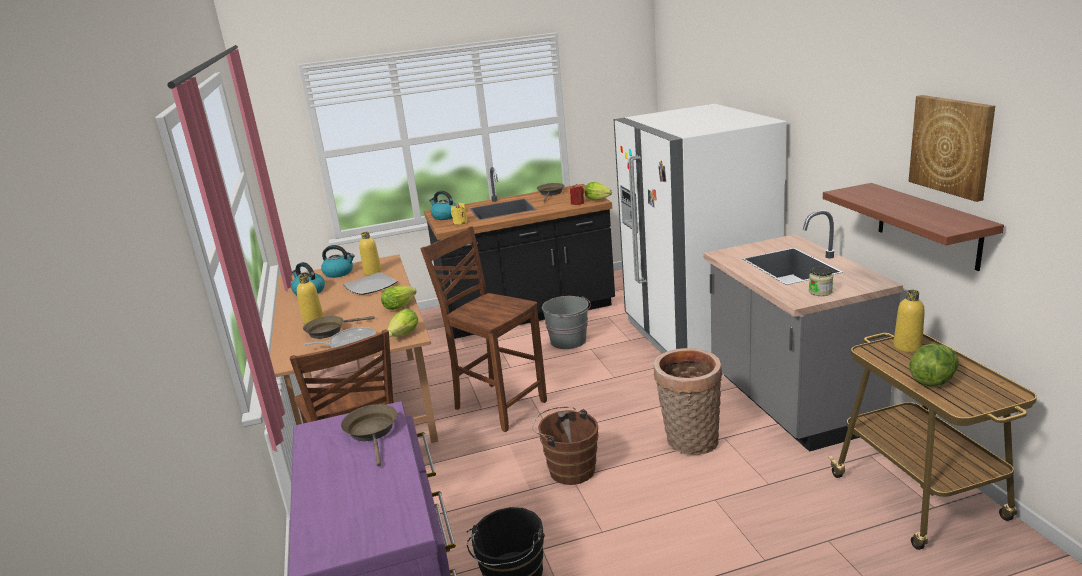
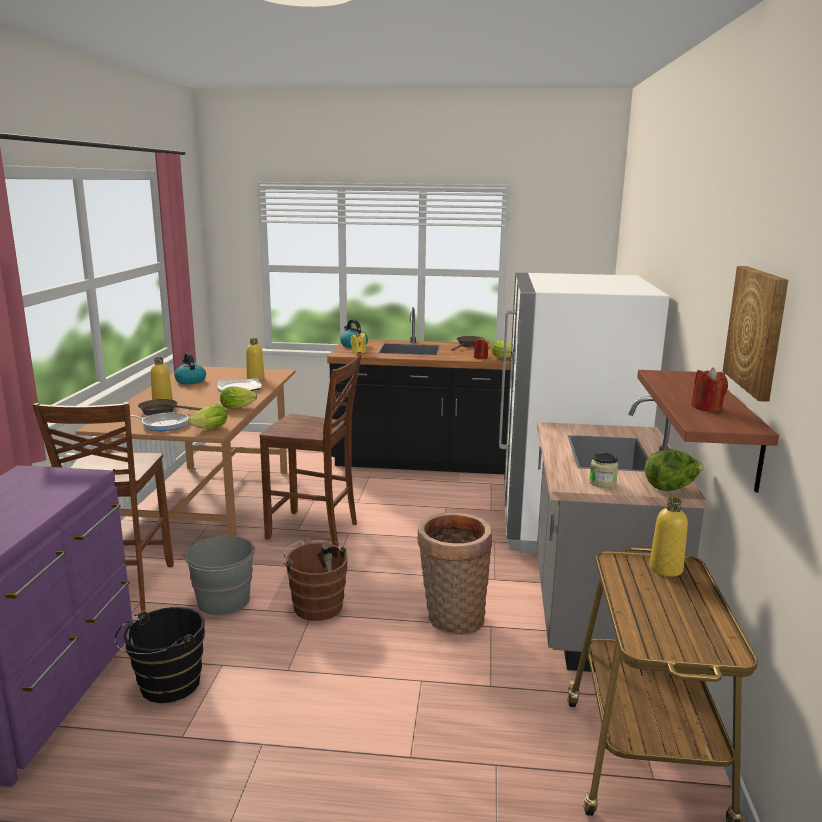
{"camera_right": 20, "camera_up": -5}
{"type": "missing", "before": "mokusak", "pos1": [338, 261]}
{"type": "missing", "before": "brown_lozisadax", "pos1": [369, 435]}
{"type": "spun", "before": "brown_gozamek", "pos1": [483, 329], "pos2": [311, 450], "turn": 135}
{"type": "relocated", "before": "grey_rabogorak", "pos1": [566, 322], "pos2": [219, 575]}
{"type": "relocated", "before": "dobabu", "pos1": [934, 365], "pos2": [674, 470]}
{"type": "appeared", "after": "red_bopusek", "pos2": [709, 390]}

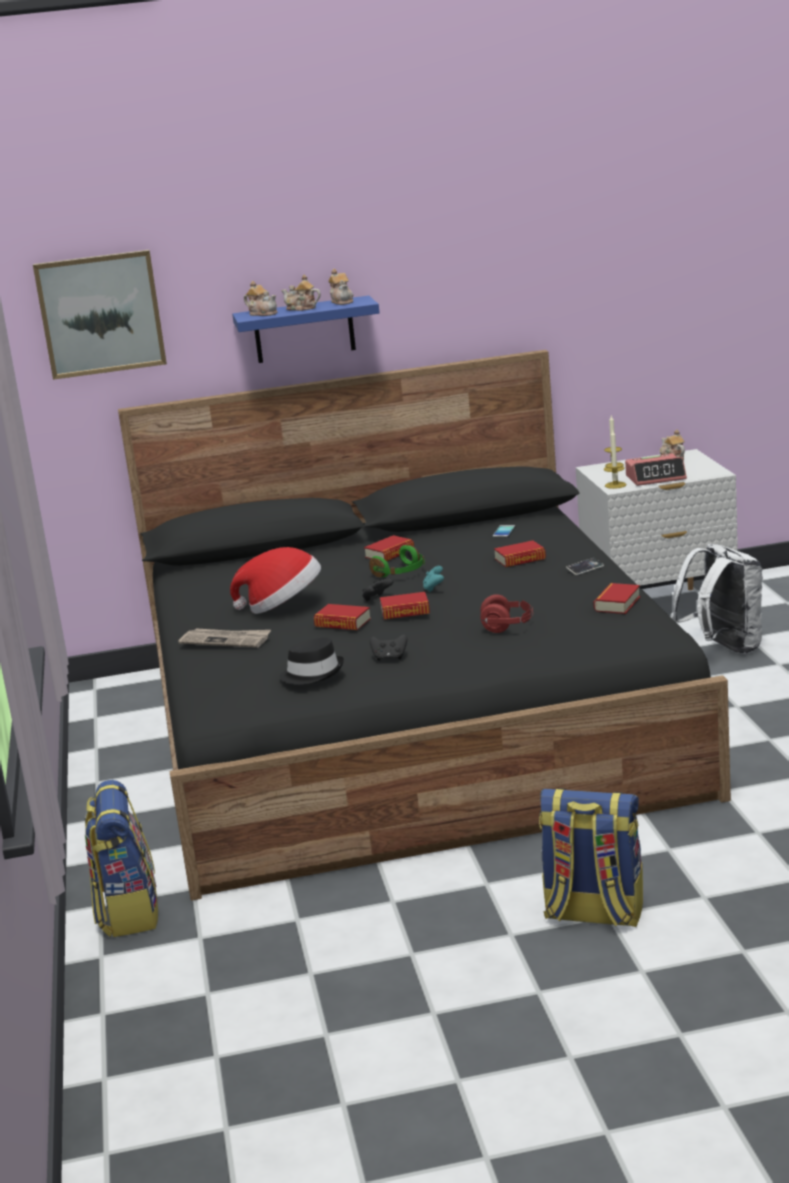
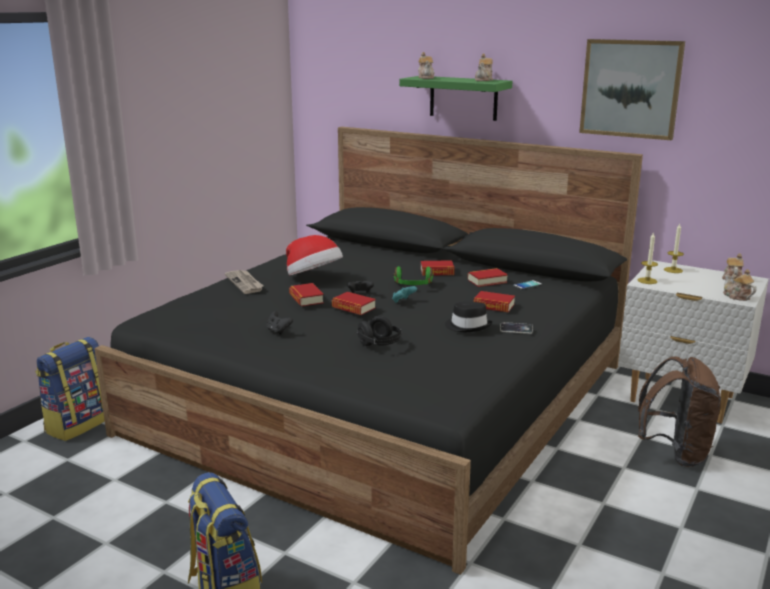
{"camera_right": 40, "camera_up": 0}
{"type": "relocated", "before": "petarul", "pos1": [100, 315], "pos2": [632, 89]}
{"type": "colour", "before": "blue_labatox", "after": "green_labatox", "pos1": [306, 329], "pos2": [455, 98]}
{"type": "relocated", "before": "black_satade", "pos1": [312, 661], "pos2": [468, 316]}
{"type": "relocated", "before": "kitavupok", "pos1": [301, 292], "pos2": [740, 285]}
{"type": "colour", "before": "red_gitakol", "after": "black_gitakol", "pos1": [506, 613], "pos2": [379, 331]}
{"type": "relocated", "before": "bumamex", "pos1": [617, 598], "pos2": [488, 277]}
{"type": "missing", "before": "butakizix", "pos1": [656, 469]}
{"type": "colour", "before": "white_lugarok", "after": "brown_lugarok", "pos1": [717, 599], "pos2": [679, 411]}

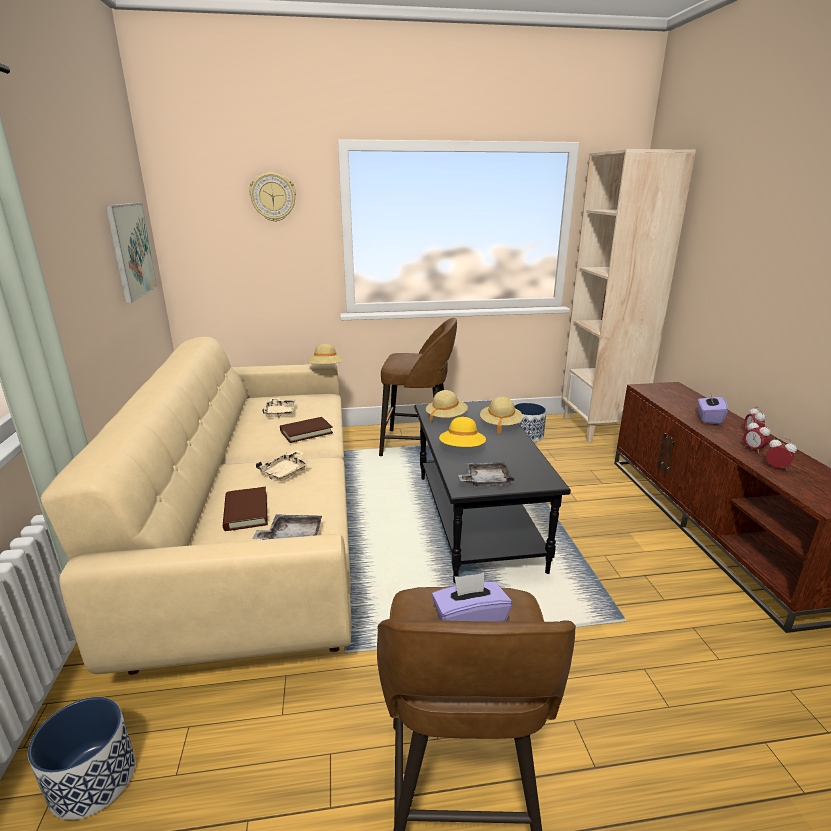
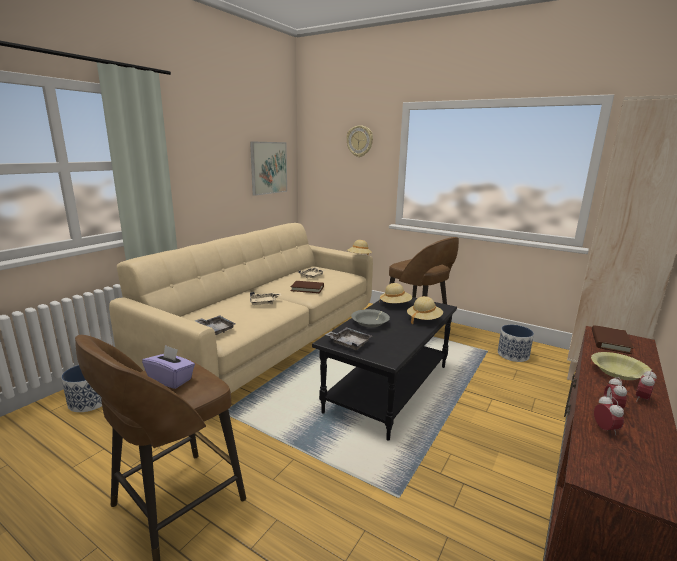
{"camera_right": 40, "camera_up": -5}
{"type": "relocated", "before": "brown_bumamex", "pos1": [245, 509], "pos2": [612, 339]}
{"type": "exchanged", "before": "yellow_satade", "after": "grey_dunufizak", "pos1": [462, 432], "pos2": [370, 318]}
{"type": "exchanged", "before": "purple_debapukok", "after": "yellow_dunufizak", "pos1": [713, 408], "pos2": [621, 366]}

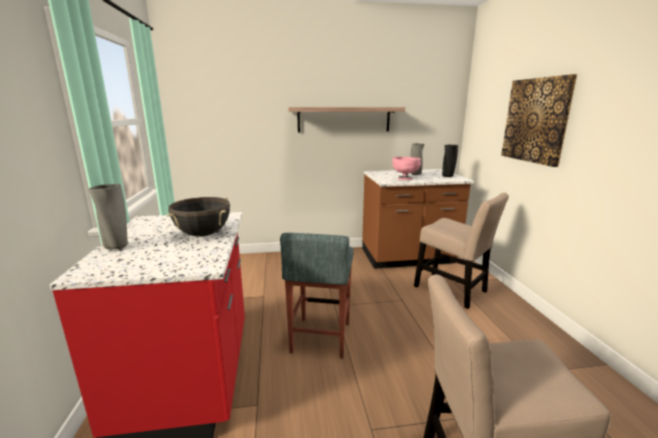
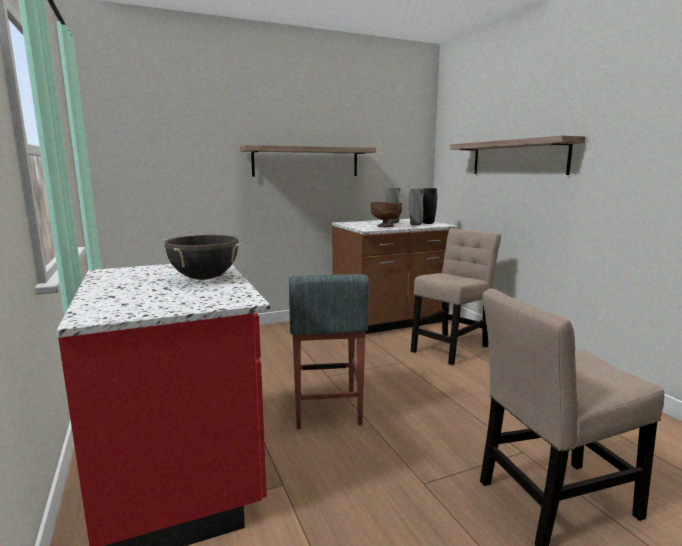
{"camera_right": -15, "camera_up": -5}
{"type": "relocated", "before": "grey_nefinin", "pos1": [108, 216], "pos2": [416, 207]}
{"type": "colour", "before": "pink_dunufizak", "after": "brown_dunufizak", "pos1": [406, 168], "pos2": [386, 214]}
{"type": "spun", "before": "beige_gozamek", "pos1": [461, 251], "pos2": [456, 297], "turn": -75}
{"type": "exchanged", "before": "petarul", "after": "labatox", "pos1": [539, 120], "pos2": [517, 155]}

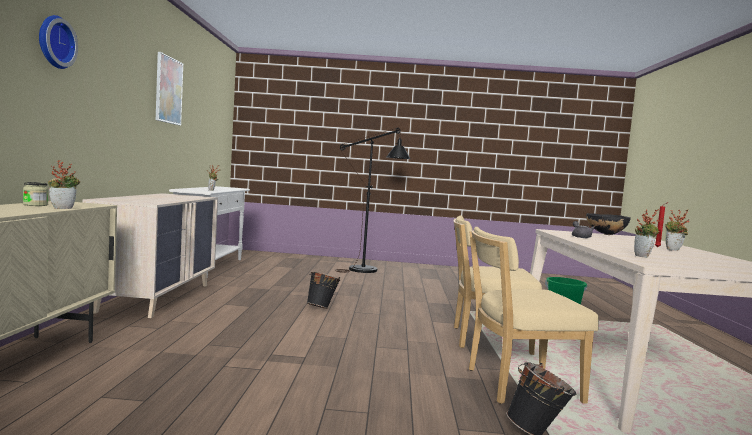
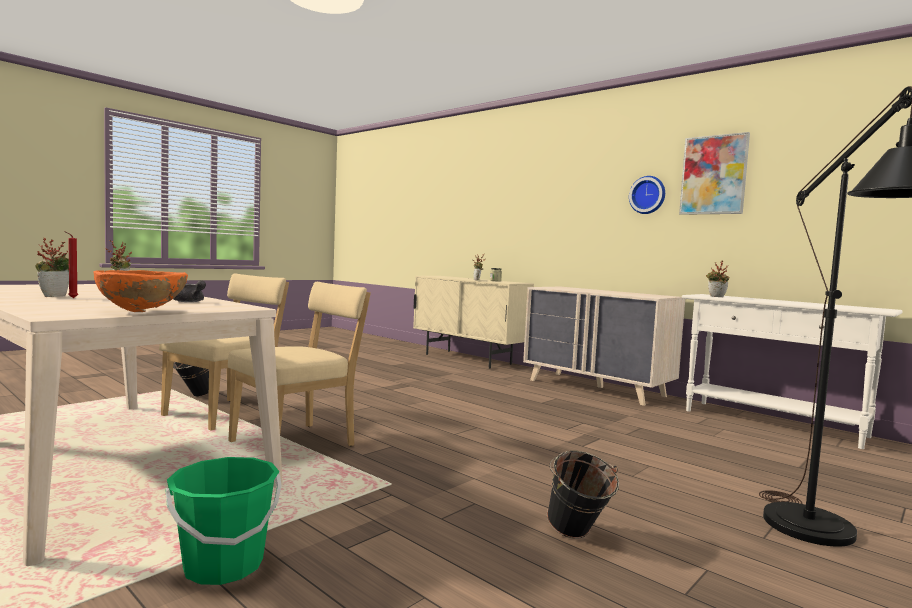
{"camera_right": 130, "camera_up": 0}
{"type": "relocated", "before": "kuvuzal", "pos1": [58, 42], "pos2": [647, 195]}
{"type": "relocated", "before": "black_rabogorak", "pos1": [323, 290], "pos2": [583, 495]}
{"type": "colour", "before": "black_dunufizak", "after": "orange_dunufizak", "pos1": [608, 224], "pos2": [140, 291]}

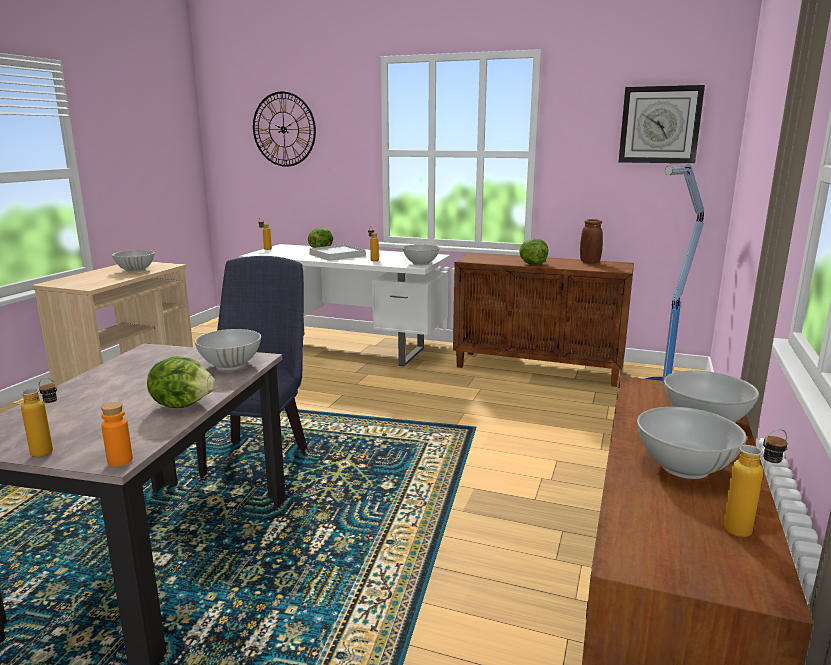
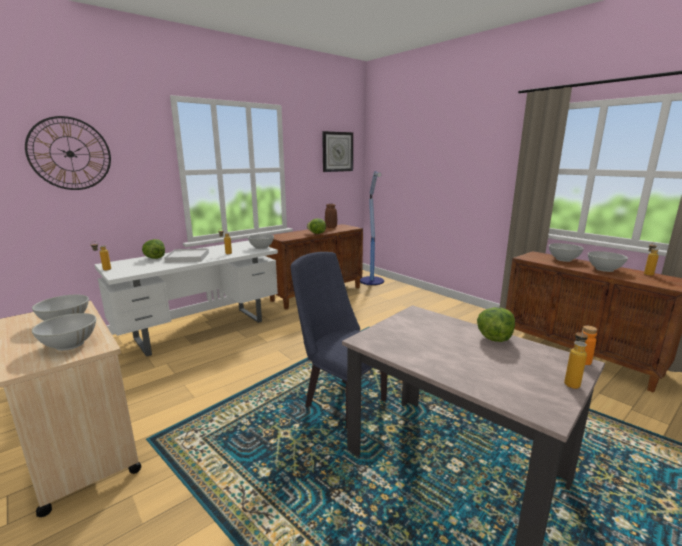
{"camera_right": -60, "camera_up": 0}
{"type": "relocated", "before": "white_dunufizak", "pos1": [228, 349], "pos2": [64, 332]}

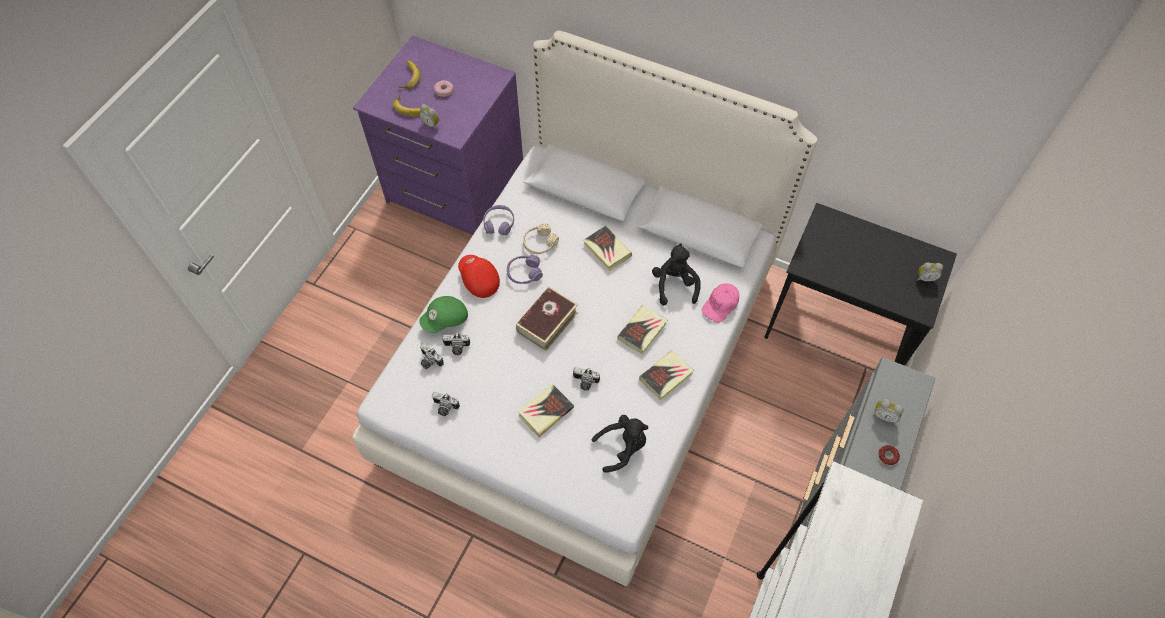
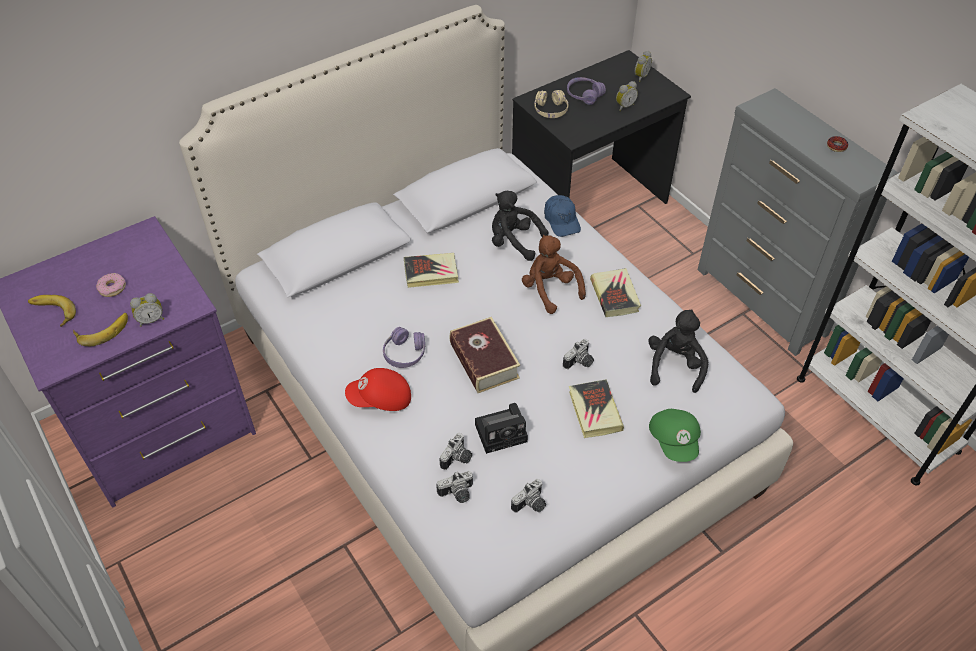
{"camera_right": -60, "camera_up": -10}
{"type": "relocated", "before": "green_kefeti", "pos1": [443, 314], "pos2": [675, 435]}
{"type": "relocated", "before": "purple_gitakol", "pos1": [498, 220], "pos2": [586, 91]}
{"type": "relocated", "before": "beige_gitakol", "pos1": [541, 238], "pos2": [551, 104]}
{"type": "exchanged", "before": "bumamex", "after": "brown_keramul", "pos1": [642, 329], "pos2": [554, 274]}
{"type": "colour", "before": "pink_kefeti", "after": "blue_kefeti", "pos1": [720, 303], "pos2": [562, 216]}
{"type": "relocated", "before": "butakizix", "pos1": [888, 411], "pos2": [627, 96]}
{"type": "appeared", "after": "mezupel", "pos2": [501, 428]}

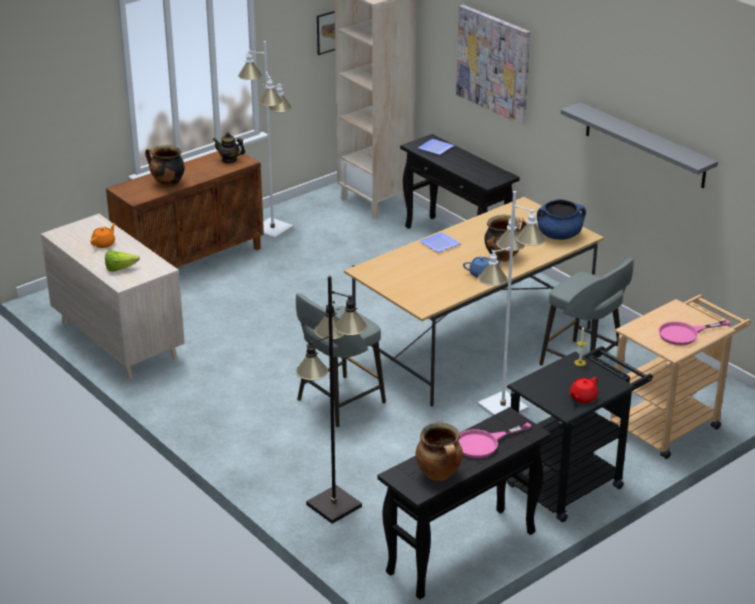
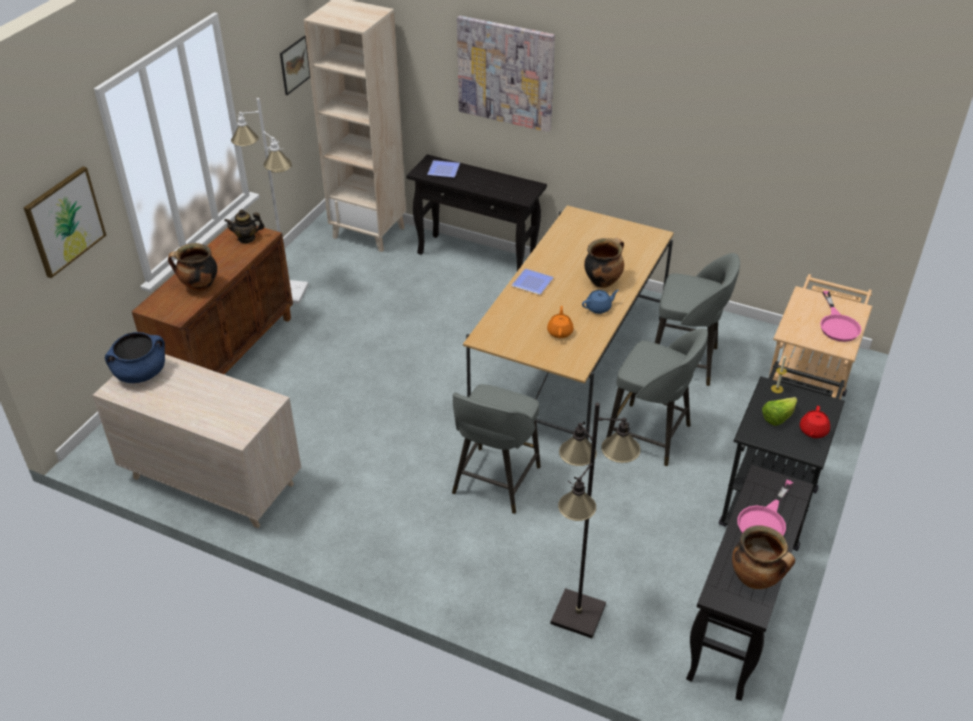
{"camera_right": -25, "camera_up": 10}
{"type": "relocated", "before": "orange_kitavupok", "pos1": [102, 235], "pos2": [560, 322]}
{"type": "relocated", "before": "dobabu", "pos1": [122, 260], "pos2": [779, 411]}
{"type": "exchanged", "before": "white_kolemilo", "after": "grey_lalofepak", "pos1": [512, 303], "pos2": [657, 397]}
{"type": "relocated", "before": "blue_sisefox", "pos1": [561, 219], "pos2": [135, 357]}
{"type": "missing", "before": "grey_labatox", "pos1": [639, 145]}
{"type": "spun", "before": "pink_lozisadax", "pos1": [694, 332], "pos2": [840, 316], "turn": -45}
{"type": "appeared", "after": "petarul", "pos2": [65, 222]}

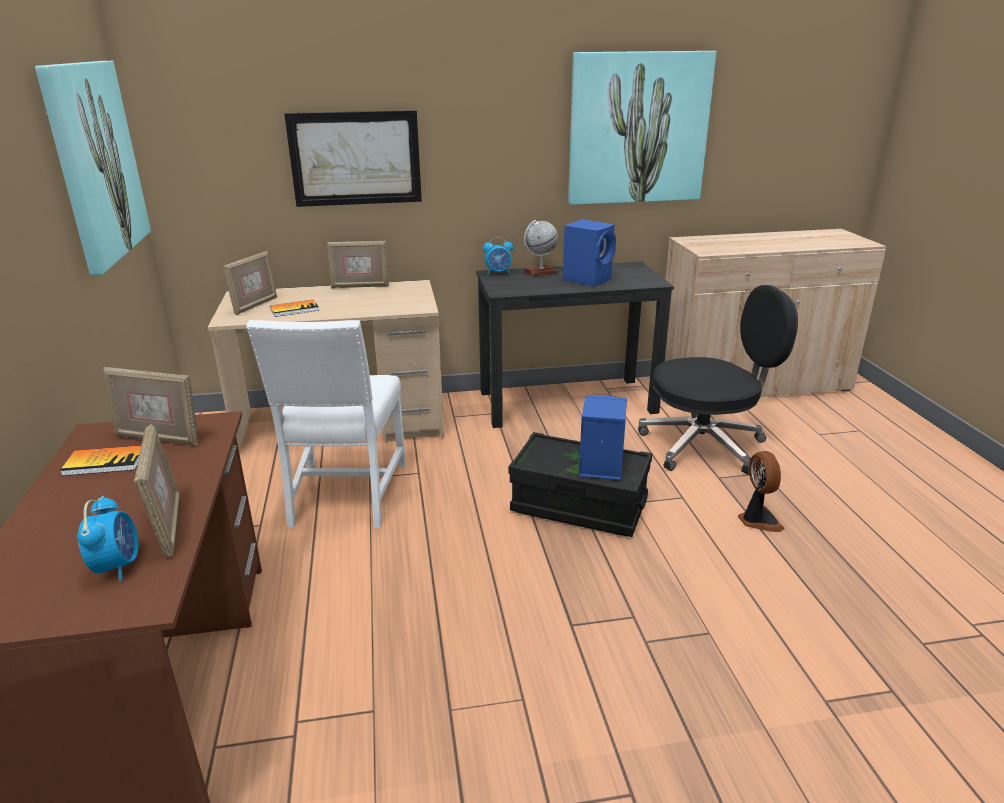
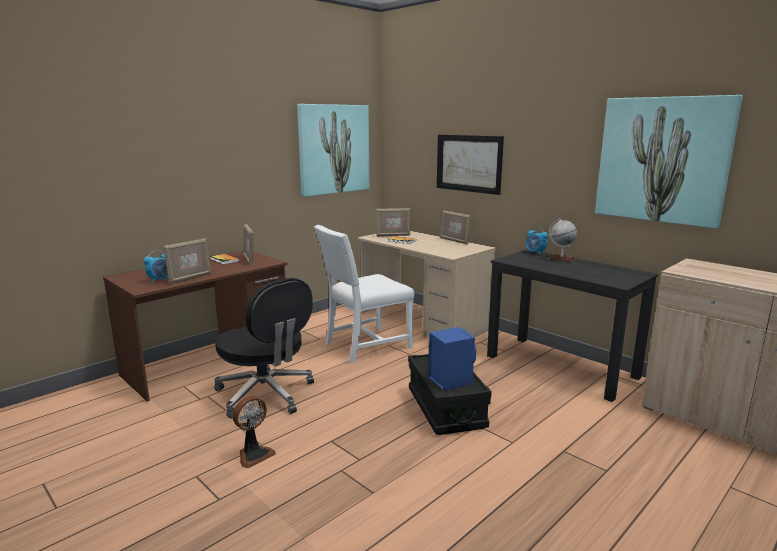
{"camera_right": 55, "camera_up": -10}
{"type": "missing", "before": "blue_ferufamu", "pos1": [589, 252]}
{"type": "relocated", "before": "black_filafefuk", "pos1": [718, 380], "pos2": [264, 348]}
{"type": "relocated", "before": "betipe", "pos1": [761, 491], "pos2": [253, 431]}

